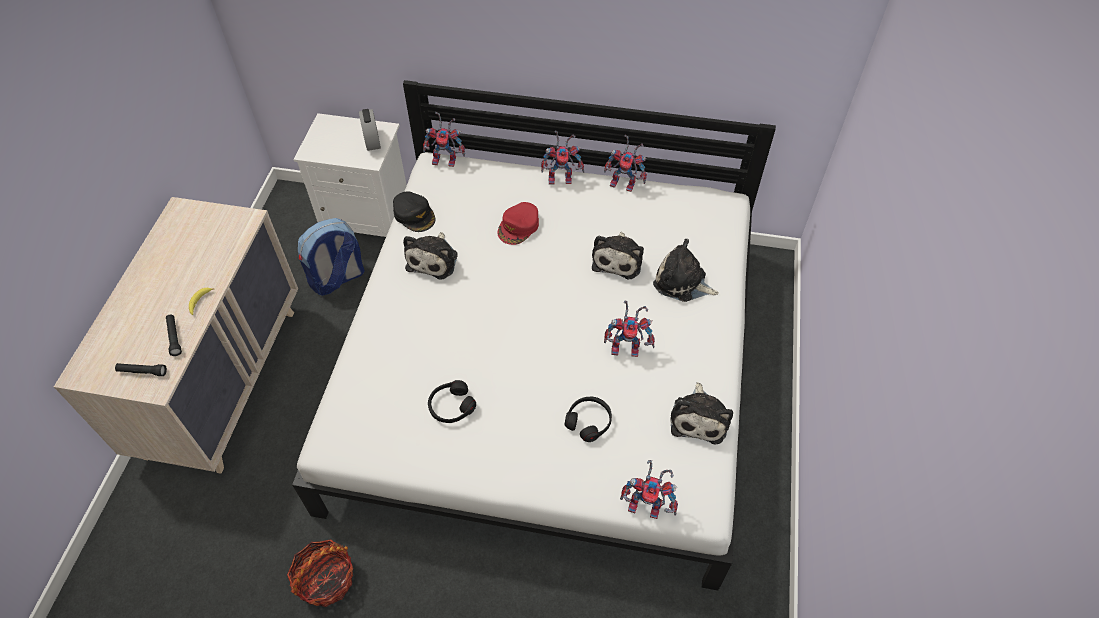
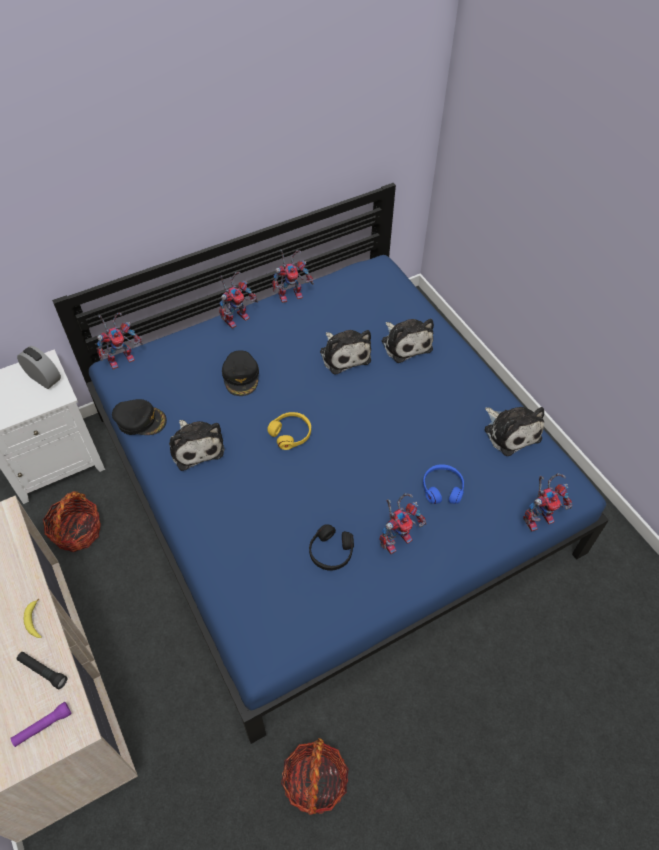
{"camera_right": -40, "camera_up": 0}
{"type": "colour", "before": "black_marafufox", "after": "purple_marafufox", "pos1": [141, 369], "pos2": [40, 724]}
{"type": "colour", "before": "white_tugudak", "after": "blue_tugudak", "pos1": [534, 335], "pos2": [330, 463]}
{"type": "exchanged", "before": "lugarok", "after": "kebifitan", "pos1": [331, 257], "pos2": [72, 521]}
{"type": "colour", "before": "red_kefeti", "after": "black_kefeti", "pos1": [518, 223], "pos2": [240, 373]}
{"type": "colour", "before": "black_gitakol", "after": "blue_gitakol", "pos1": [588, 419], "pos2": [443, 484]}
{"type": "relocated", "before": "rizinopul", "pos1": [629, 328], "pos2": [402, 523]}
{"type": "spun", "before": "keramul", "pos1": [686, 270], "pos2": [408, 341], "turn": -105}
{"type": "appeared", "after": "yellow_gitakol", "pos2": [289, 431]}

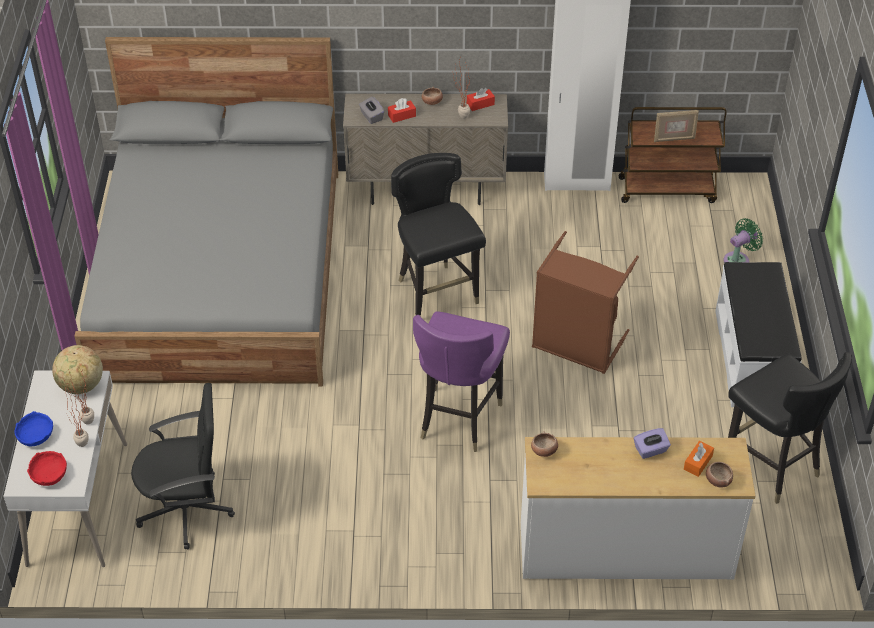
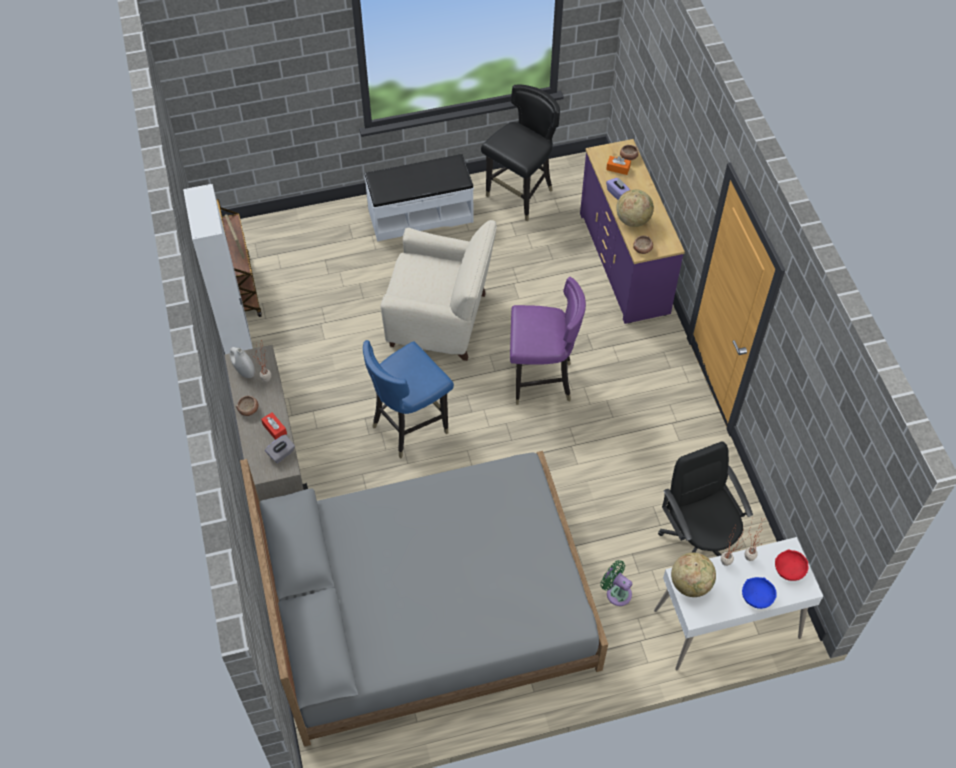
{"camera_right": -105, "camera_up": 10}
{"type": "colour", "before": "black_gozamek", "after": "blue_gozamek", "pos1": [438, 234], "pos2": [408, 399]}
{"type": "exchanged", "before": "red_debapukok", "after": "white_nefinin", "pos1": [481, 99], "pos2": [242, 362]}
{"type": "colour", "before": "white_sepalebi", "after": "purple_sepalebi", "pos1": [638, 508], "pos2": [632, 231]}
{"type": "exchanged", "before": "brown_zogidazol", "after": "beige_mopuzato", "pos1": [585, 302], "pos2": [438, 290]}
{"type": "relocated", "before": "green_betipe", "pos1": [743, 240], "pos2": [616, 583]}
{"type": "appeared", "after": "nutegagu", "pos2": [635, 208]}

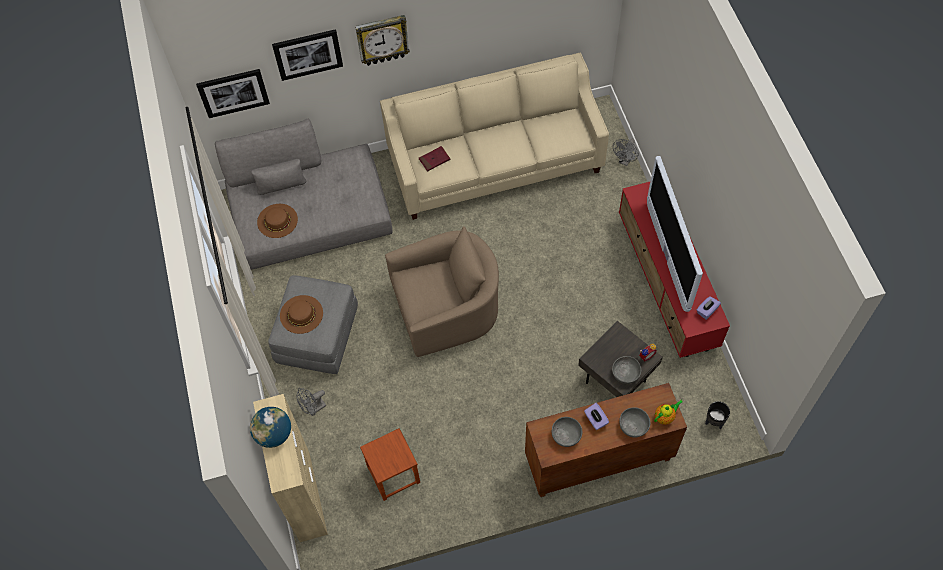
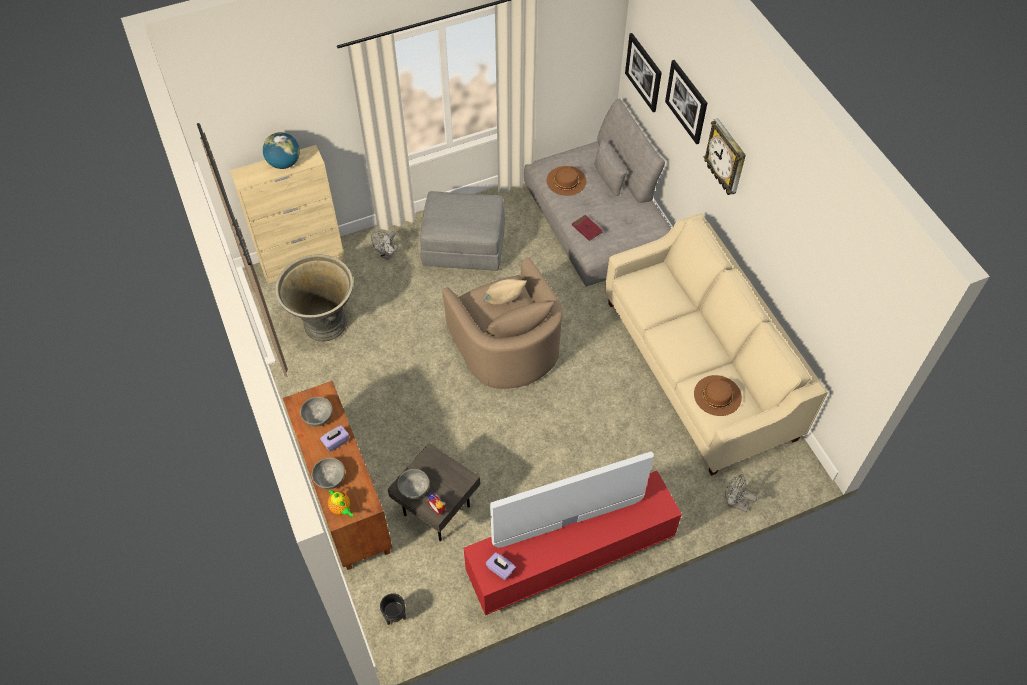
{"camera_right": 80, "camera_up": -5}
{"type": "relocated", "before": "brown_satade", "pos1": [301, 314], "pos2": [718, 395]}
{"type": "spun", "before": "grey_betipe", "pos1": [311, 402], "pos2": [384, 245], "turn": -105}
{"type": "exchanged", "before": "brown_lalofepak", "after": "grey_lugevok", "pos1": [390, 464], "pos2": [314, 298]}
{"type": "relocated", "before": "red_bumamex", "pos1": [434, 159], "pos2": [587, 228]}
{"type": "appeared", "after": "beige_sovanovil", "pos2": [505, 292]}

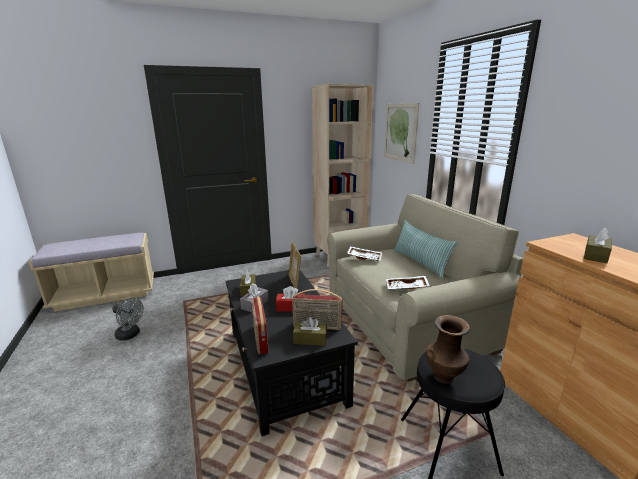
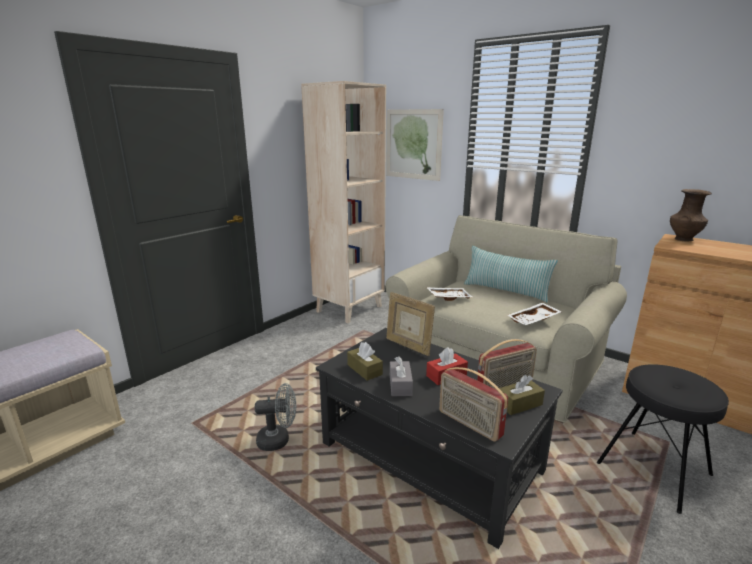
{"camera_right": -30, "camera_up": 0}
{"type": "relocated", "before": "grey_betipe", "pos1": [128, 319], "pos2": [275, 417]}
{"type": "relocated", "before": "brown_nefinin", "pos1": [448, 349], "pos2": [691, 215]}
{"type": "missing", "before": "brown_debapukok", "pos1": [598, 245]}

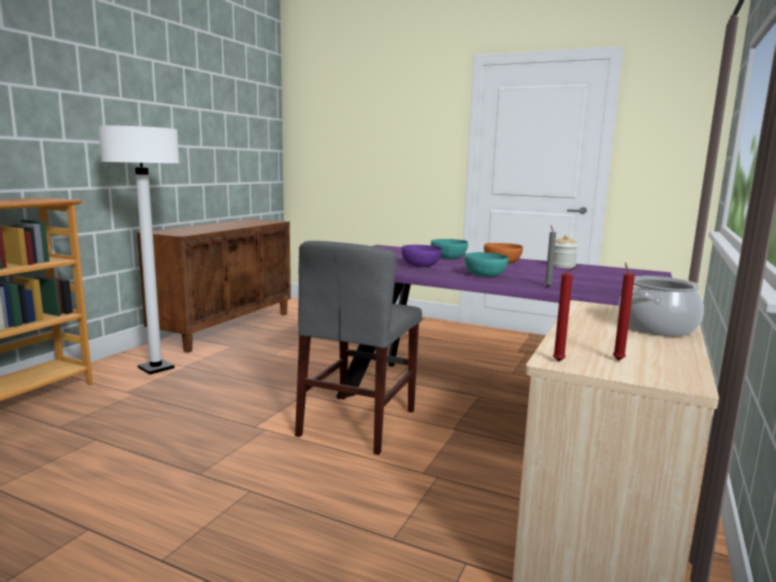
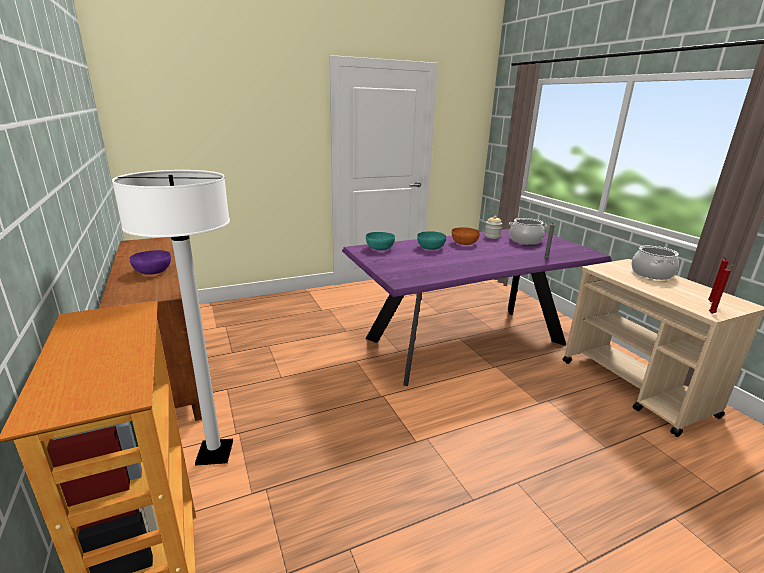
{"camera_right": -50, "camera_up": 10}
{"type": "missing", "before": "grey_gozamek", "pos1": [358, 348]}
{"type": "relocated", "before": "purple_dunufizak", "pos1": [421, 256], "pos2": [150, 262]}
{"type": "relocated", "before": "turquoise_dunufizak", "pos1": [486, 264], "pos2": [380, 241]}
{"type": "appeared", "after": "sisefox", "pos2": [528, 231]}

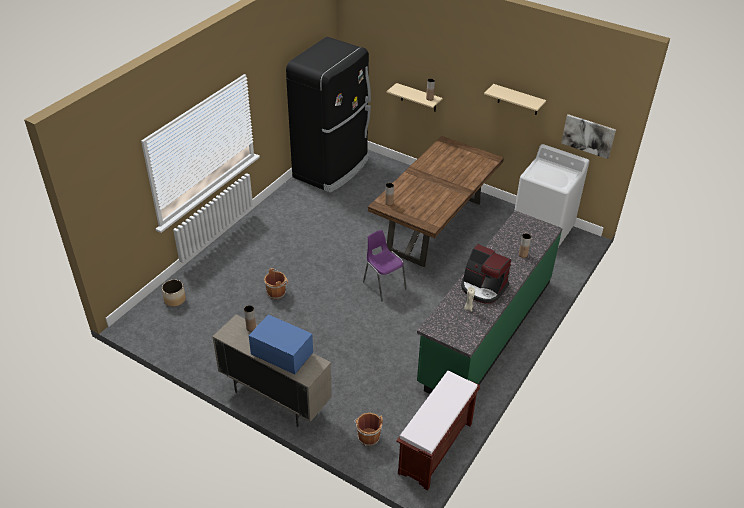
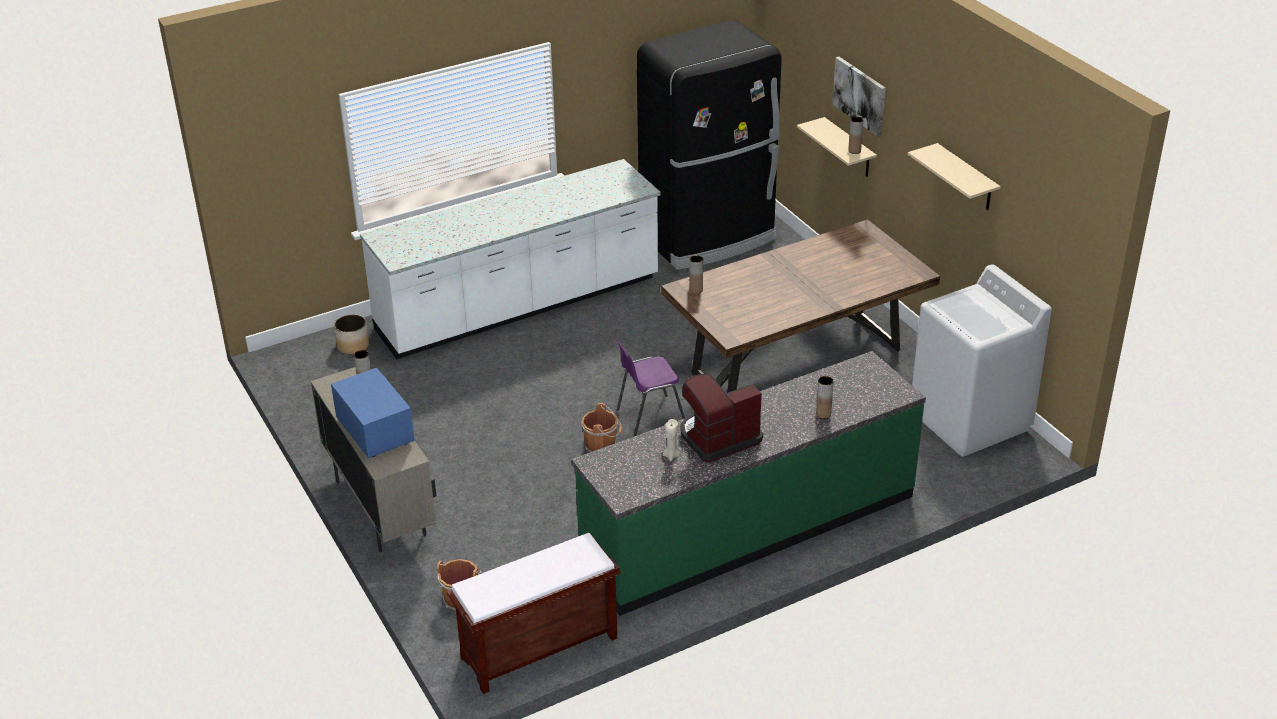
{"camera_right": 30, "camera_up": -5}
{"type": "relocated", "before": "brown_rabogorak", "pos1": [276, 283], "pos2": [601, 428]}
{"type": "spun", "before": "purple_gozamek", "pos1": [385, 265], "pos2": [651, 388], "turn": -105}
{"type": "spun", "before": "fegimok", "pos1": [486, 273], "pos2": [722, 418], "turn": 90}
{"type": "relocated", "before": "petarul", "pos1": [588, 136], "pos2": [859, 97]}
{"type": "appeared", "after": "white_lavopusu", "pos2": [510, 259]}

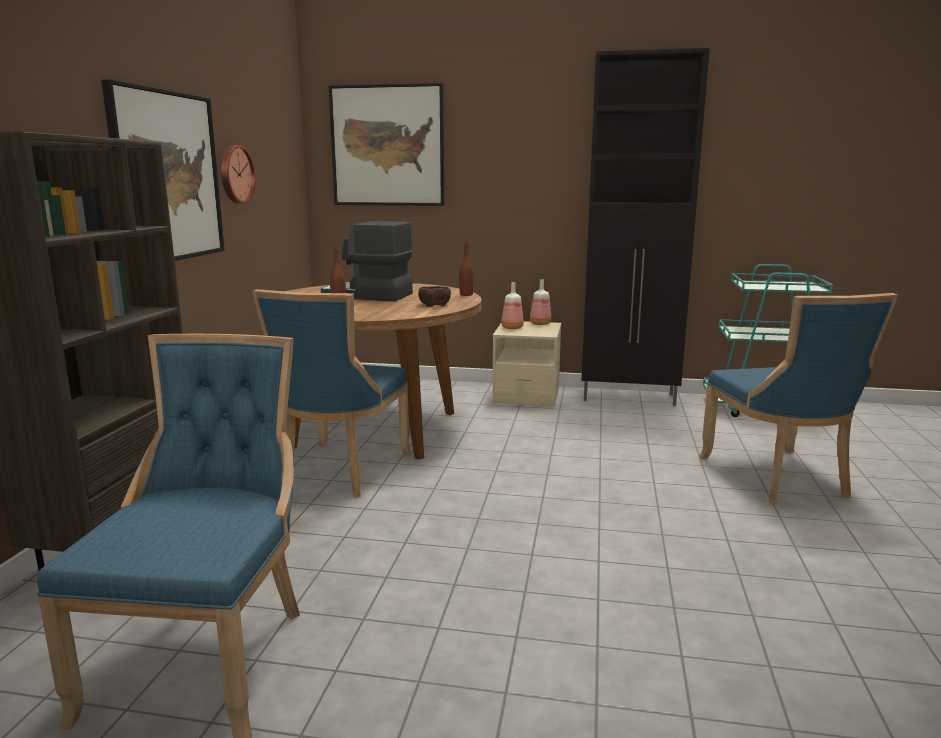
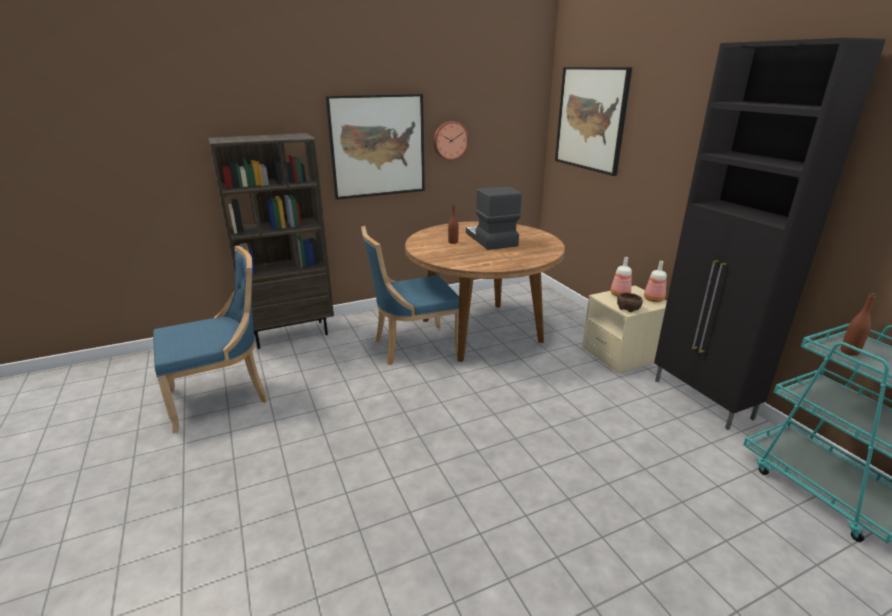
{"camera_right": 55, "camera_up": 10}
{"type": "relocated", "before": "brown_dunufizak", "pos1": [434, 296], "pos2": [630, 302]}
{"type": "relocated", "before": "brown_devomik", "pos1": [466, 268], "pos2": [858, 324]}
{"type": "missing", "before": "blue_gozamek", "pos1": [798, 398]}

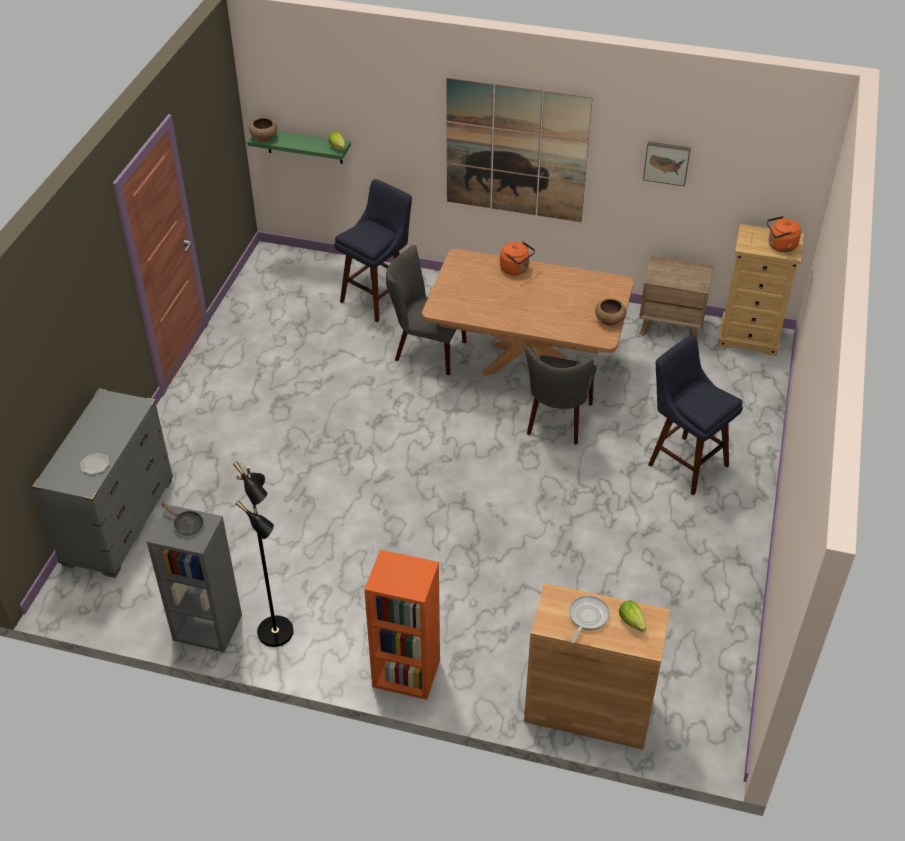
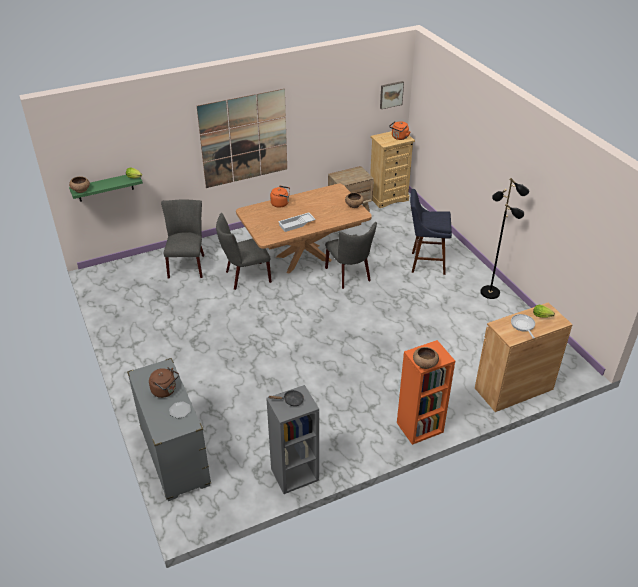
{"camera_right": -40, "camera_up": -5}
{"type": "relocated", "before": "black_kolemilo", "pos1": [263, 554], "pos2": [504, 238]}
{"type": "exchanged", "before": "blue_lalofepak", "after": "grey_gozamek", "pos1": [373, 250], "pos2": [182, 238]}
{"type": "relocated", "before": "petarul", "pos1": [667, 164], "pos2": [392, 95]}
{"type": "appeared", "after": "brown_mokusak", "pos2": [164, 382]}
{"type": "appeared", "after": "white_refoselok", "pos2": [297, 222]}
{"type": "appeared", "after": "brown_dunufizak", "pos2": [426, 358]}

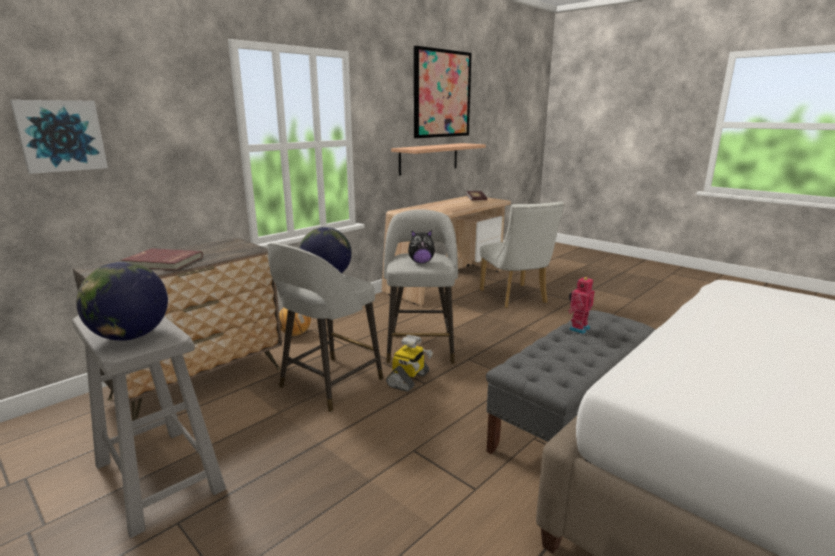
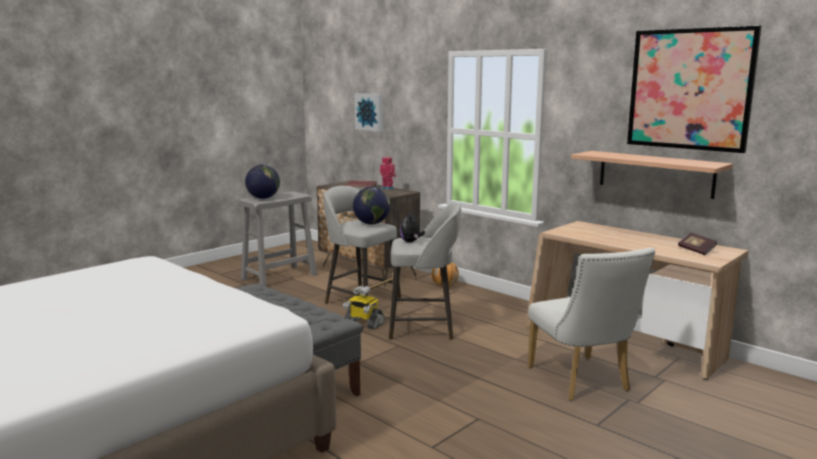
{"camera_right": 90, "camera_up": -5}
{"type": "spun", "before": "white_gozamek", "pos1": [522, 255], "pos2": [591, 324], "turn": -90}
{"type": "relocated", "before": "rizinopul", "pos1": [581, 305], "pos2": [388, 173]}

